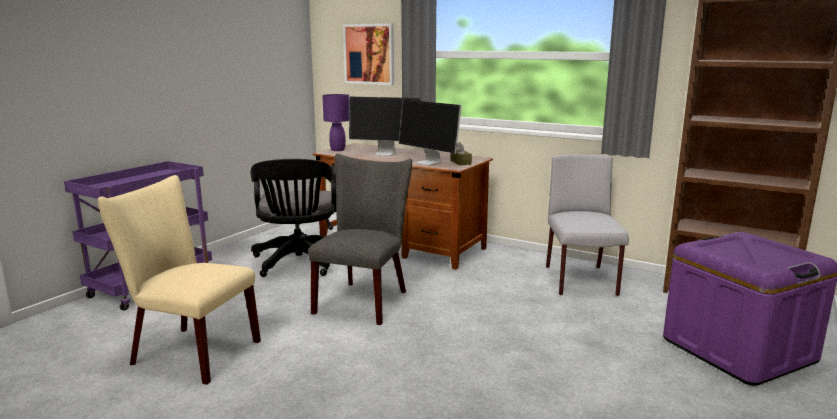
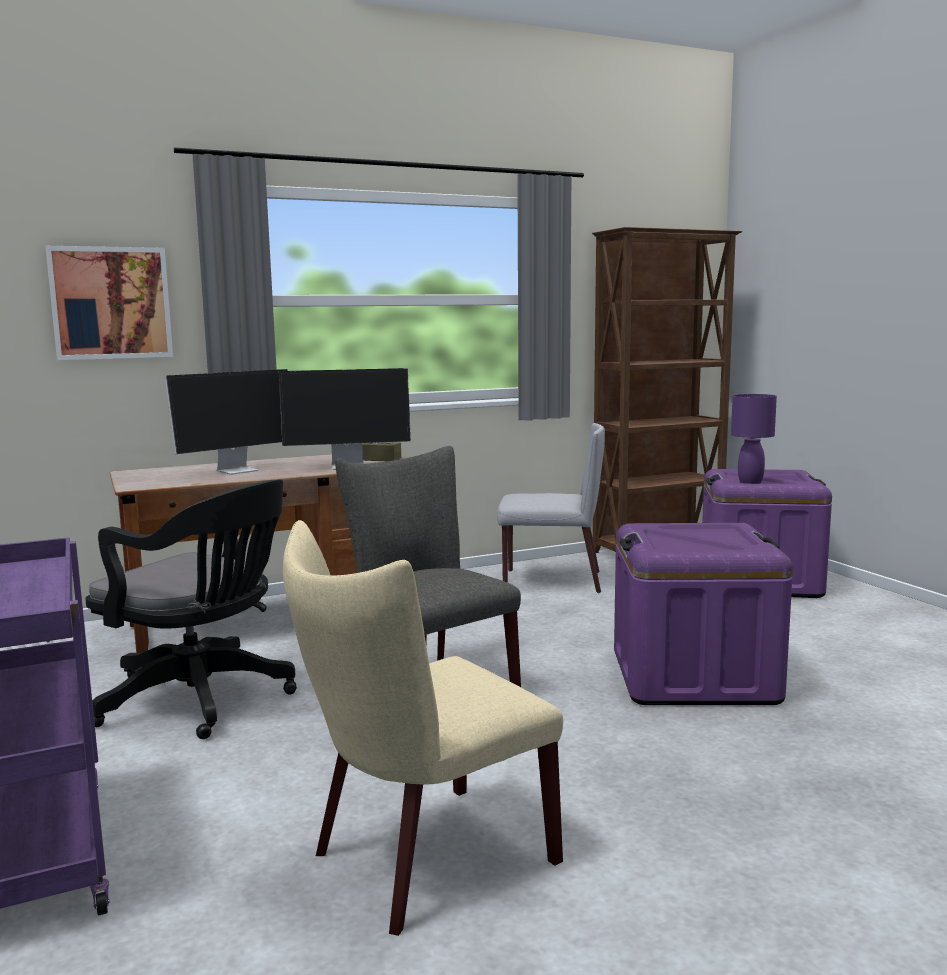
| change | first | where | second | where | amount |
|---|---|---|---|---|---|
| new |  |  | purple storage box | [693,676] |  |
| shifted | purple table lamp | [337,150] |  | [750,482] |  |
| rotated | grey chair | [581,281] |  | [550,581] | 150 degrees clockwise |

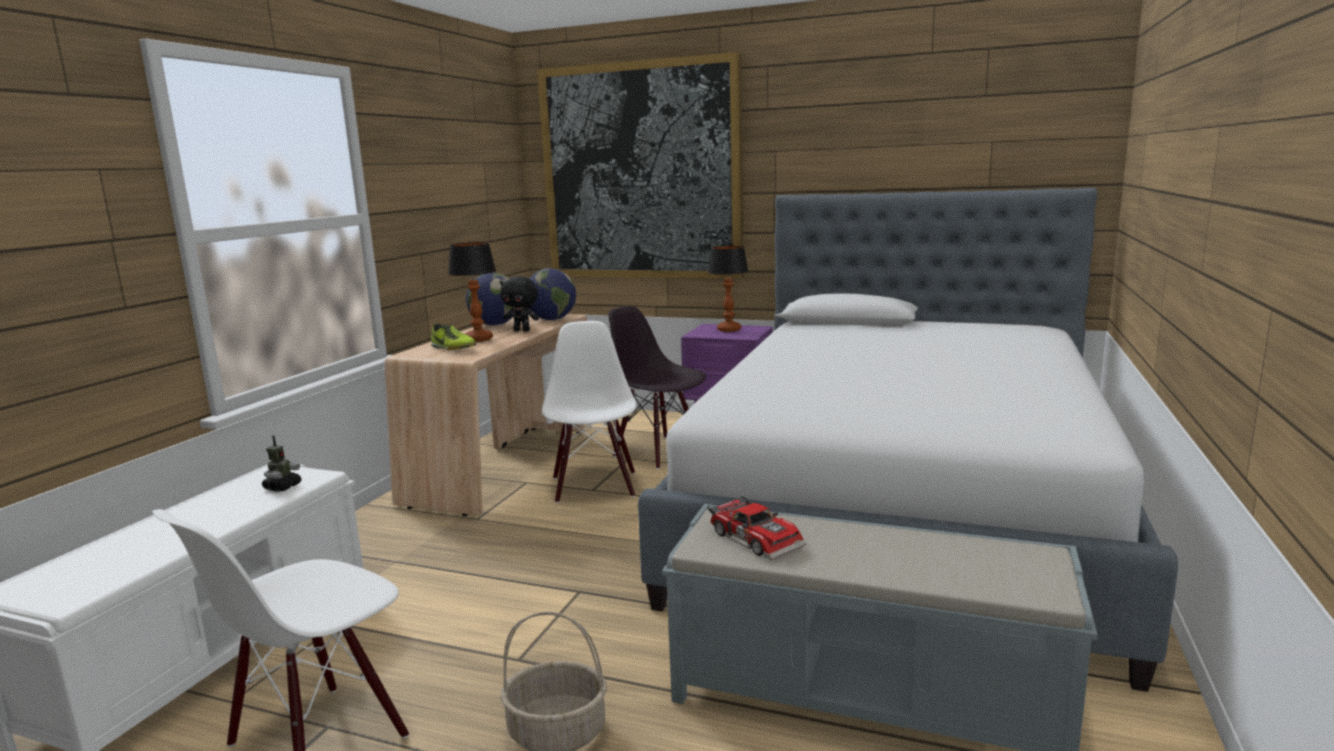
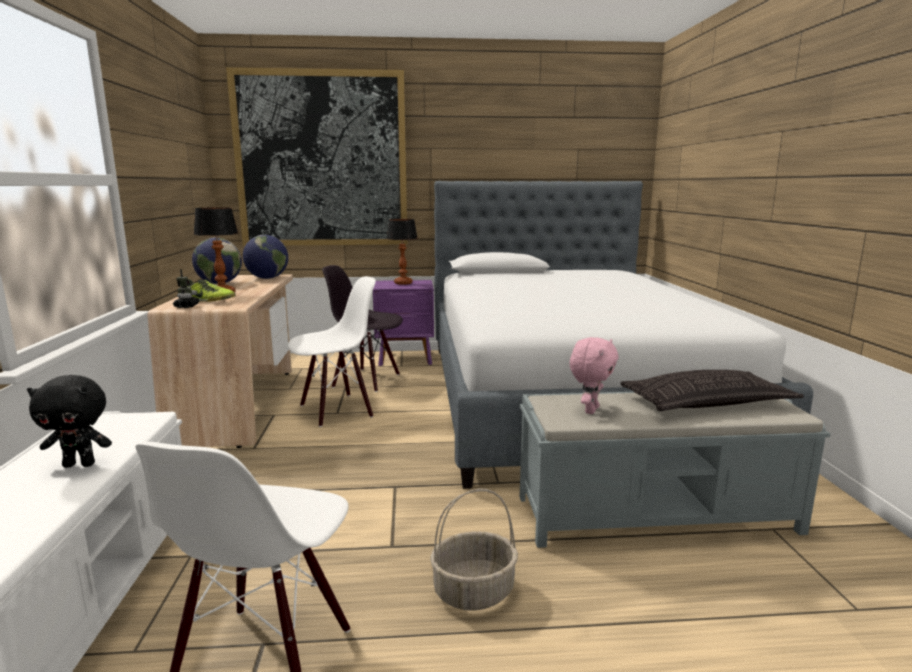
| change | first | where | second | where | amount |
|---|---|---|---|---|---|
| new |  |  | pillow | [707,402] |  |
| shifted | toy robot | [282,487] |  | [186,306] |  |
| shifted | black plush toy | [522,330] |  | [80,464] |  |
| swapped | toy car | [758,538] | pink plush toy | [590,410] |  |
| rotated | white chair | [594,486] |  | [336,410] | 90 degrees clockwise |

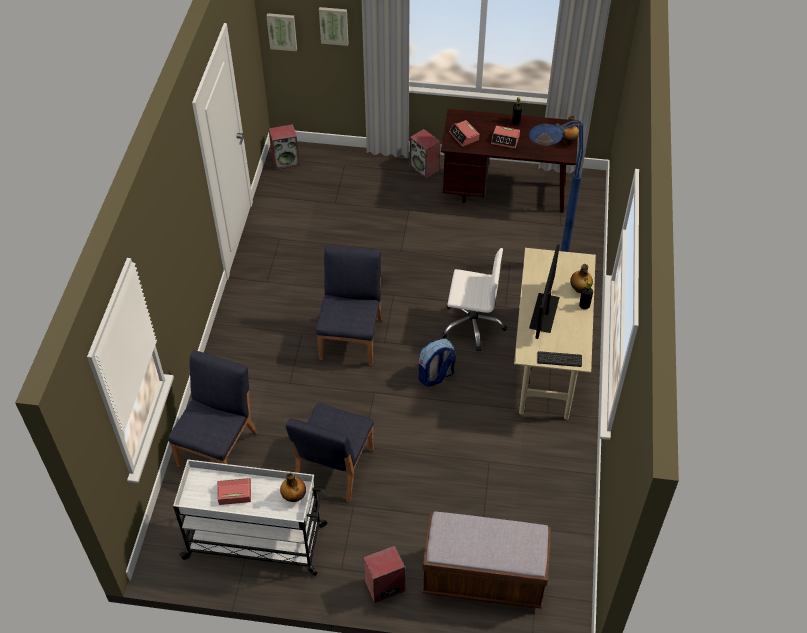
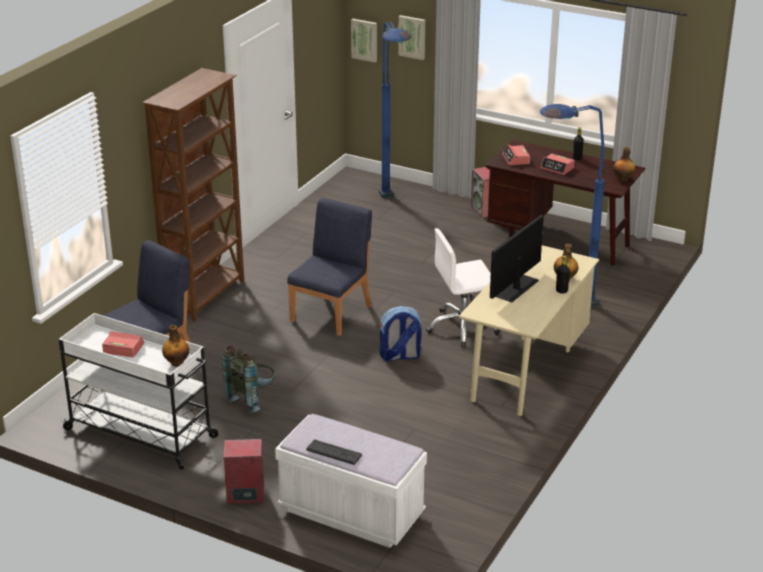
| change | first | where | second | where | amount |
|---|---|---|---|---|---|
| gone | speaker | [286,161] |  |  |  |
| new |  |  | brown bookcase | [206,296] |  |
| new |  |  | blue floor lamp | [392,207] |  |
| shifted | keyboard | [559,359] |  | [334,452] |  |
| swapped | blue chair | [334,467] | grey backpack | [252,398] |  |
| repainted | brown bench | [483,578] | white bench | [351,513] |  |
| rotated | white office chair | [472,324] |  | [462,327] | 135 degrees clockwise |

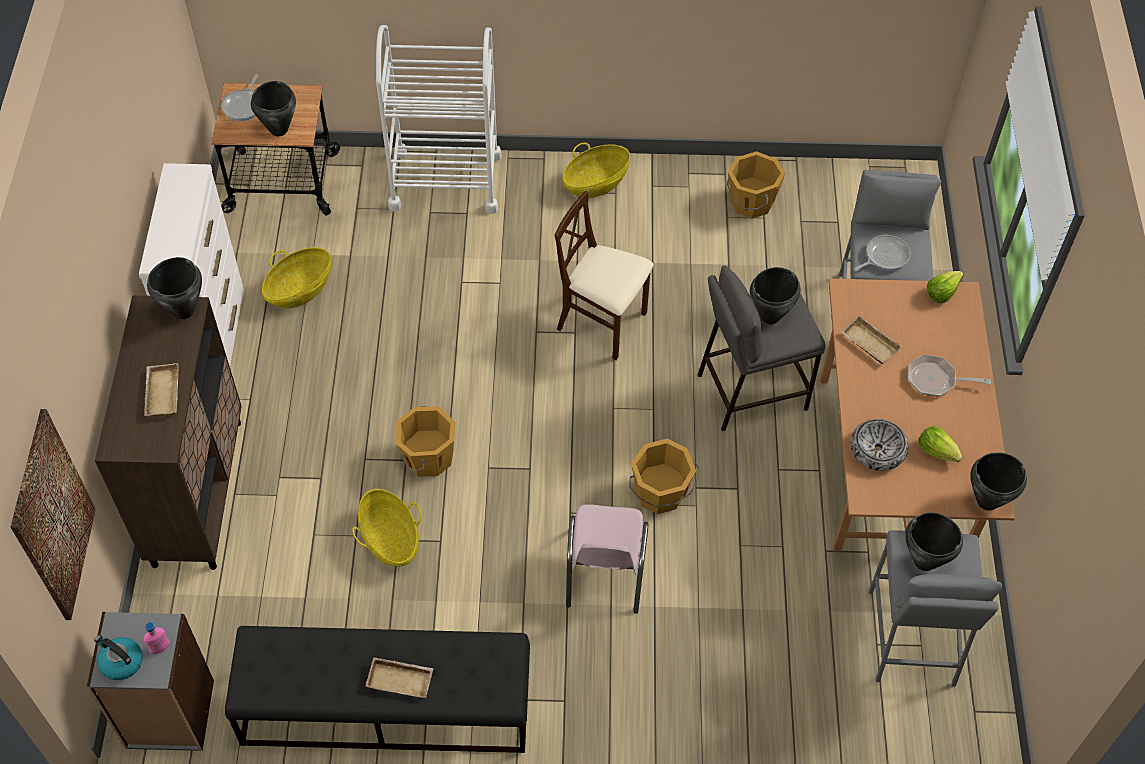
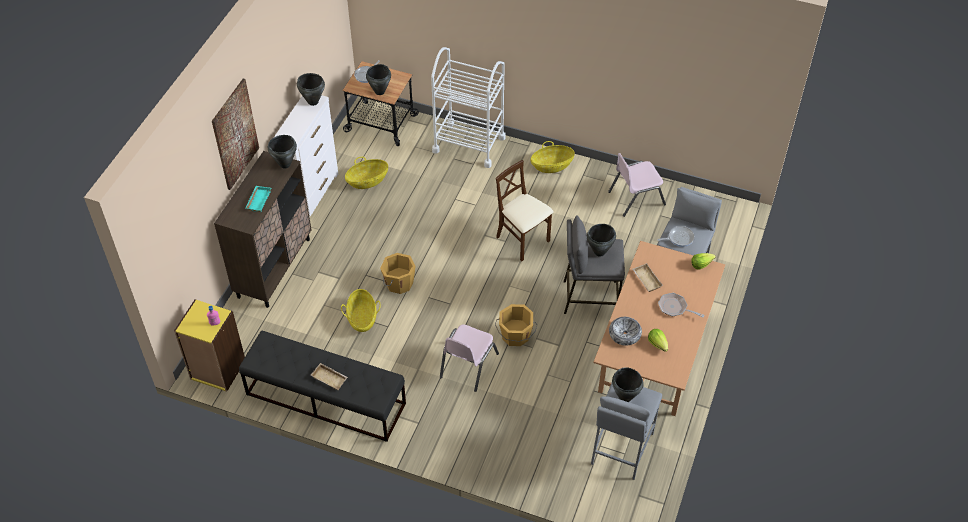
| change | first | where | second | where | amount |
|---|---|---|---|---|---|
| gone | kettle | [121,662] |  |  |  |
| shifted | picture | [52,517] |  | [234,134] |  |
| shifted | black cooking pot | [986,501] |  | [313,101] |  |
| swapped | orange bucket | [751,202] | pink chair | [636,198] |  |
| repainted | grey bookcase | [169,715] | yellow bookcase | [217,370] |  |
| repainted | beige tray | [161,393] | turquoise tray | [258,200] |  |

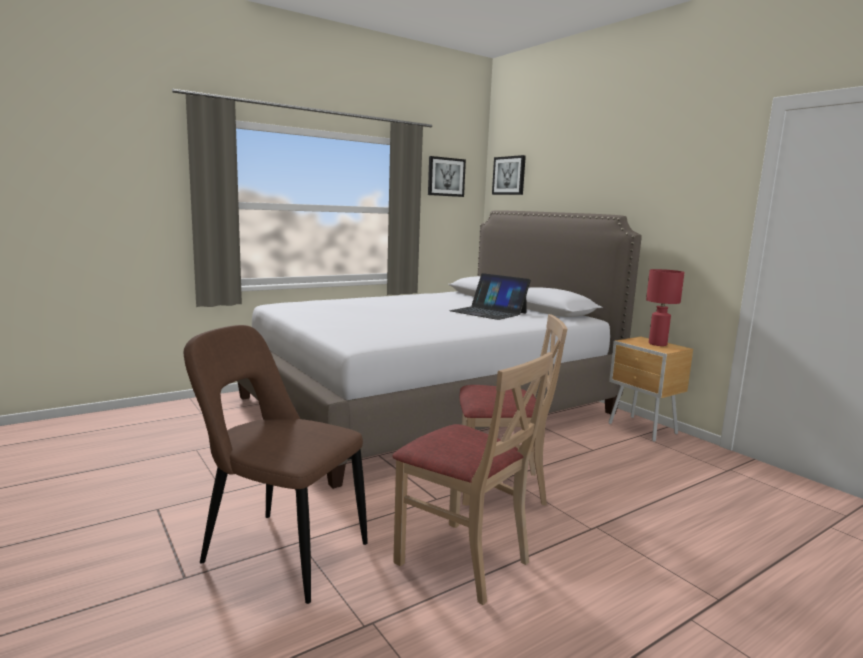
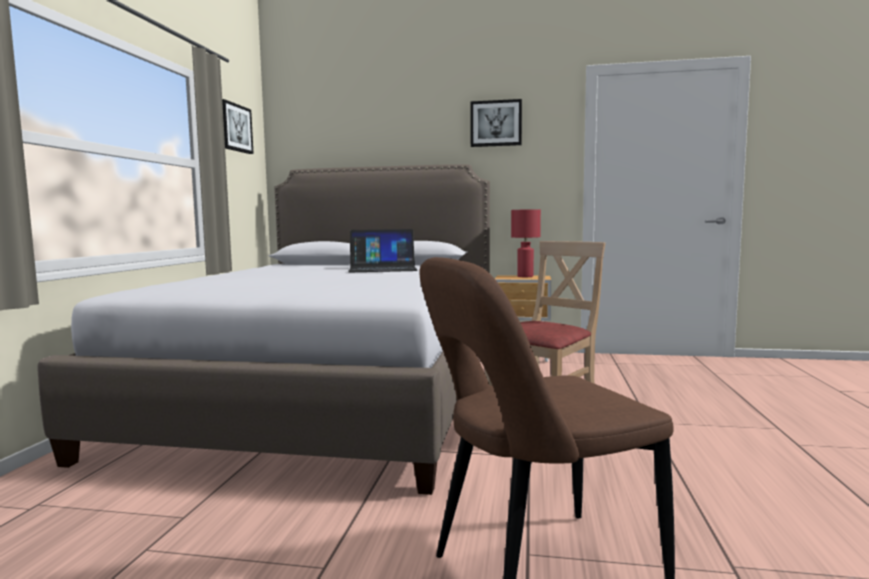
| change | first | where | second | where | amount |
|---|---|---|---|---|---|
| gone | beige chair | [463,560] |  |  |  |
| shifted | picture | [509,175] |  | [496,123] |  |

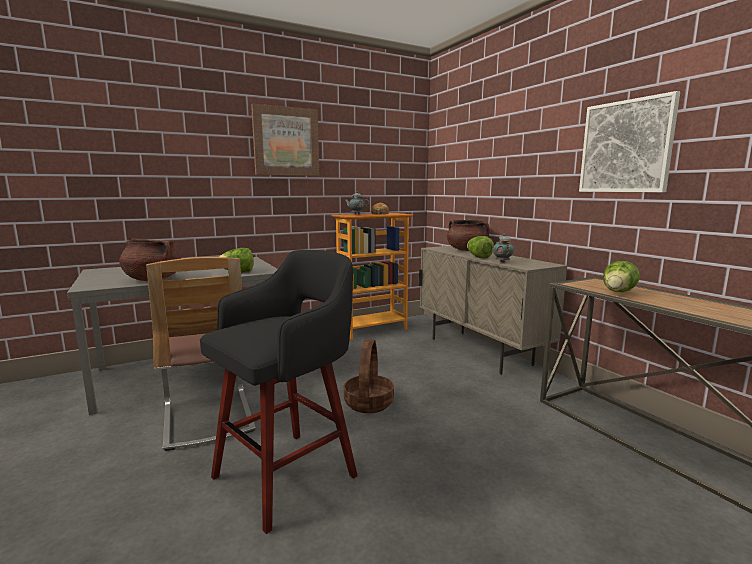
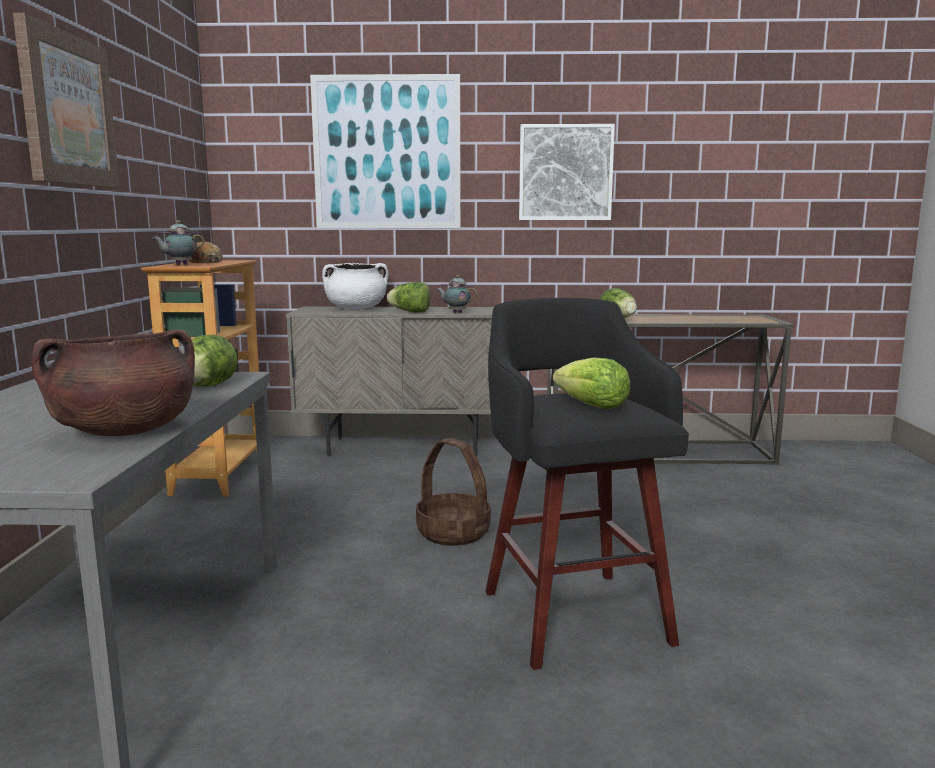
| change | first | where | second | where | amount |
|---|---|---|---|---|---|
| gone | chair | [208,417] |  |  |  |
| new |  |  | picture | [387,153] |  |
| new |  |  | lettuce | [592,406] |  |
| repainted | brown cooking pot | [467,250] | white cooking pot | [356,308] |  |

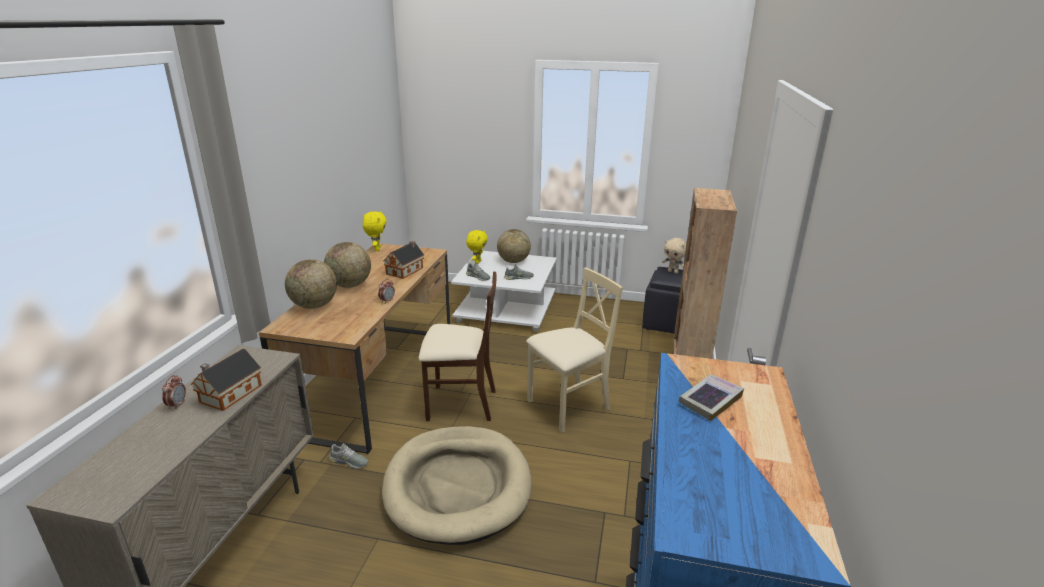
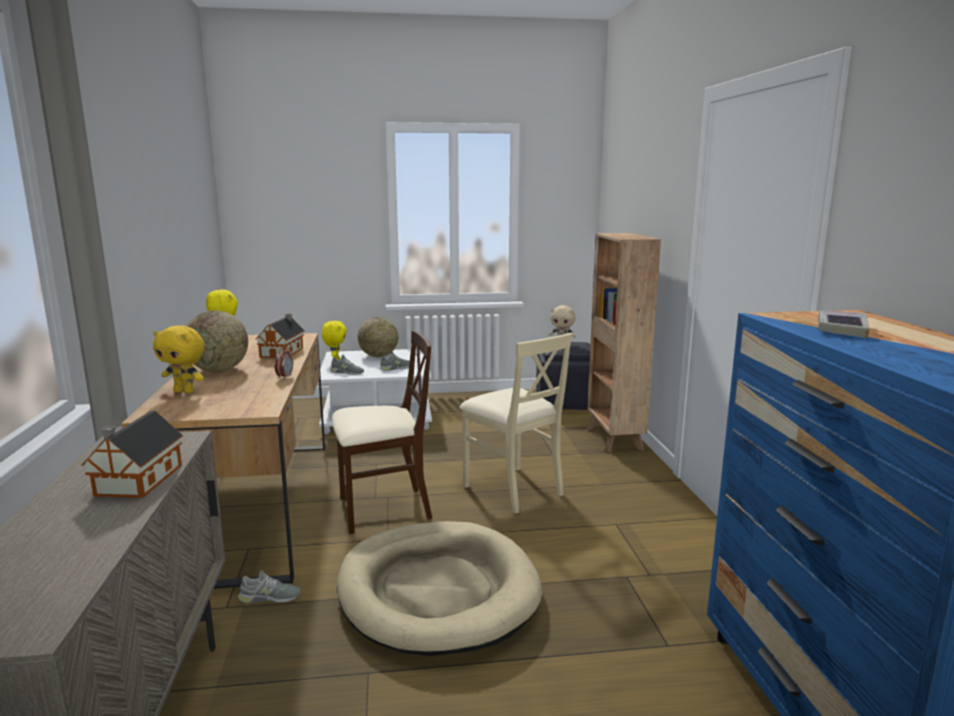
| change | first | where | second | where | amount |
|---|---|---|---|---|---|
| gone | alarm clock | [177,405] |  |  |  |
| swapped | globe | [314,306] | yellow plush toy | [185,391] |  |
| rotated | beige chair | [568,406] |  | [513,489] | 105 degrees clockwise |

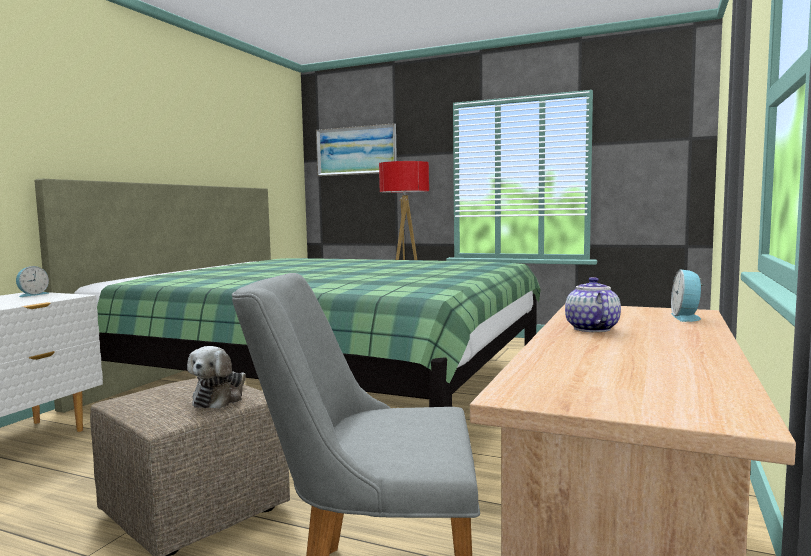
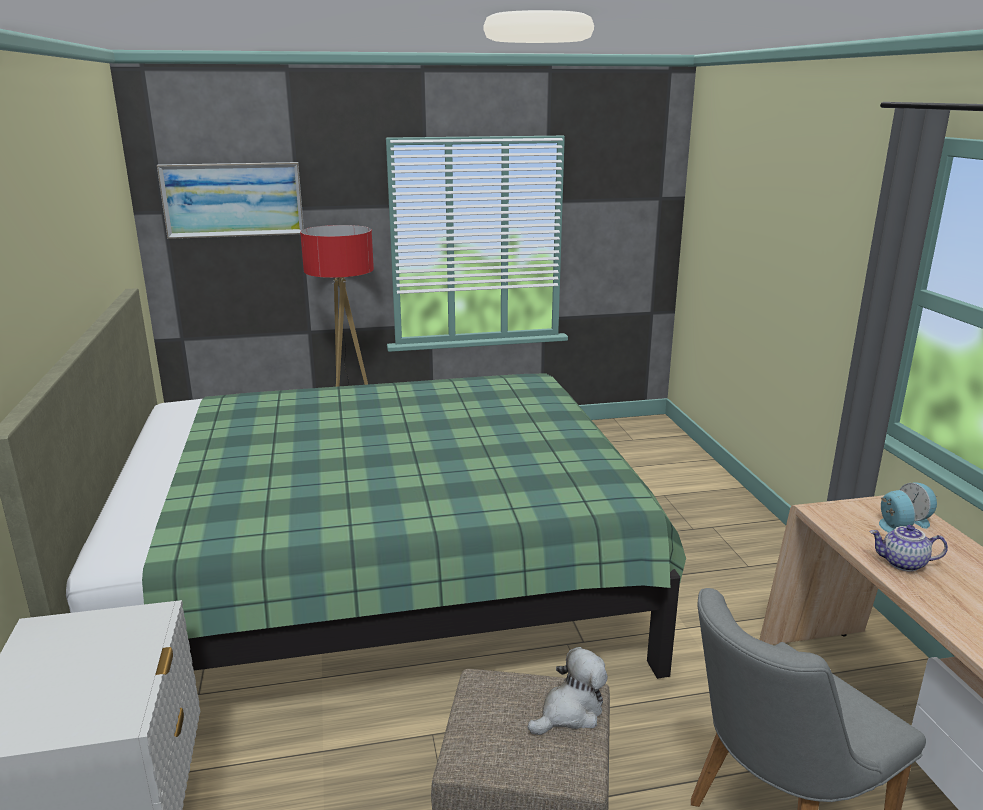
| change | first | where | second | where | amount |
|---|---|---|---|---|---|
| shifted | alarm clock | [32,294] |  | [891,528] |  |
| rotated | plush toy | [220,398] |  | [570,712] | 105 degrees counterclockwise |
| rotated | teapot | [590,329] |  | [903,564] | 45 degrees counterclockwise |

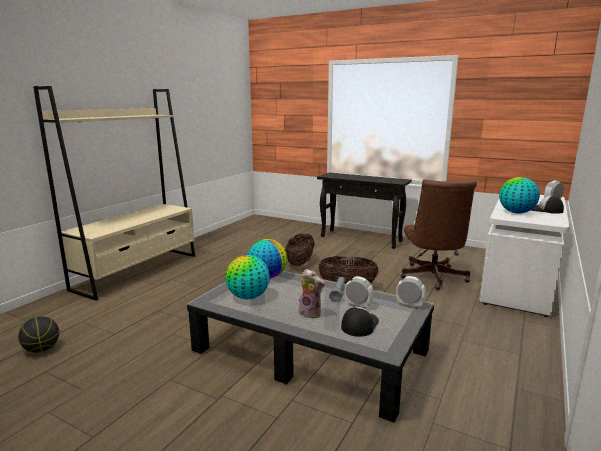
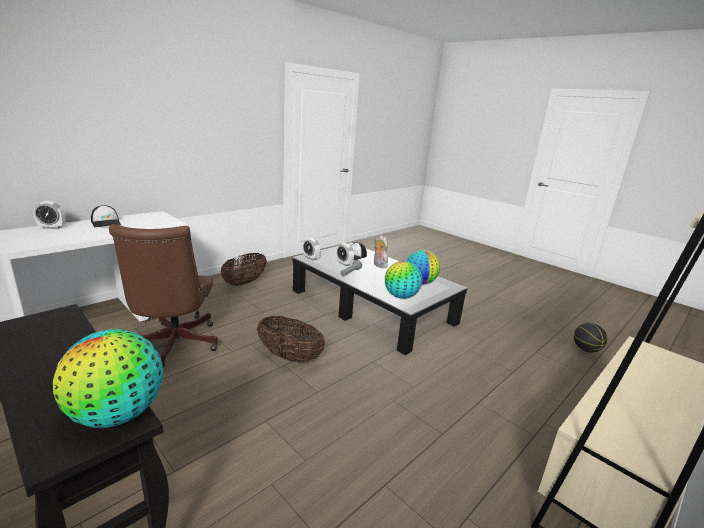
| change | first | where | second | where | amount |
|---|---|---|---|---|---|
| shifted | basket | [300,263] |  | [244,282] |  |
| shifted | globe | [516,212] |  | [118,414] |  |
| rotated | brown office chair | [433,278] |  | [173,346] | 150 degrees clockwise |

